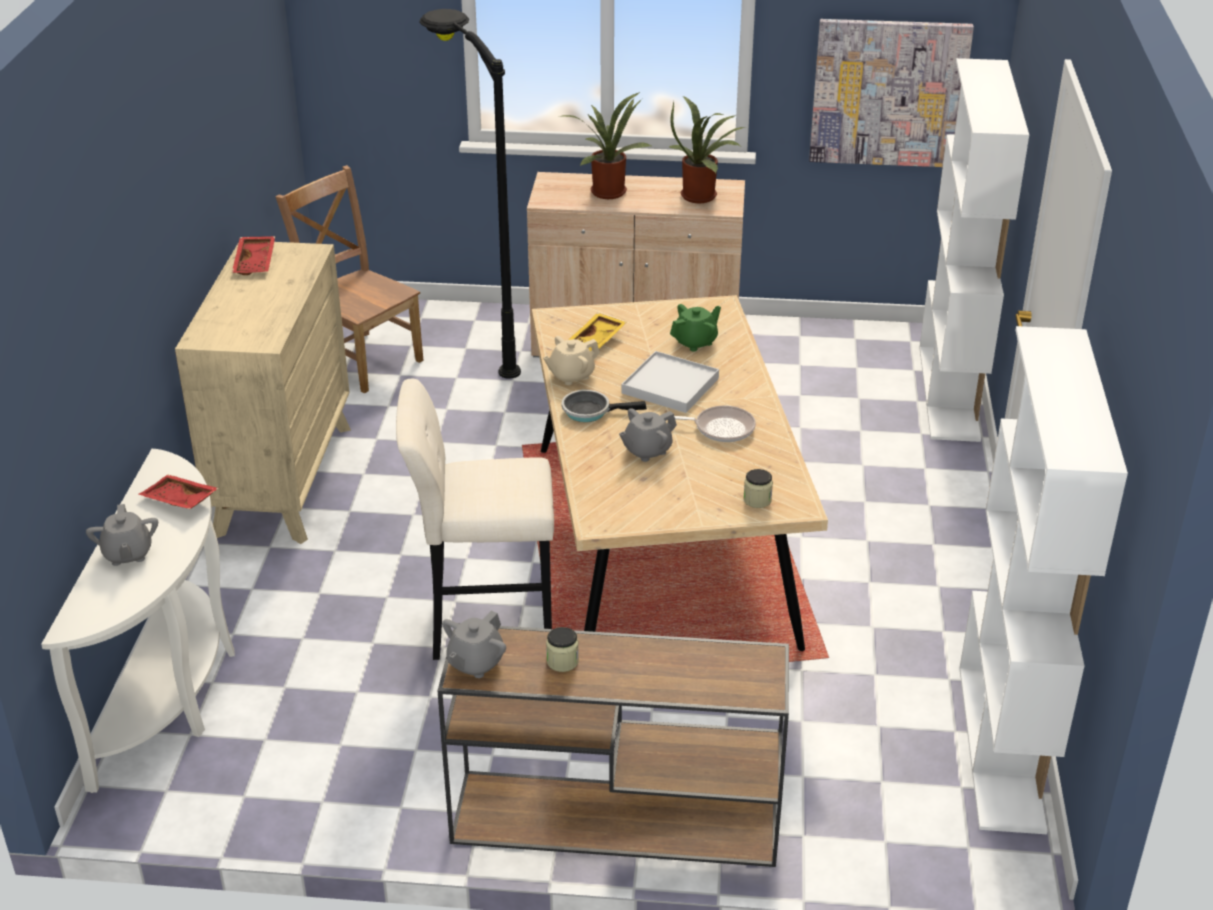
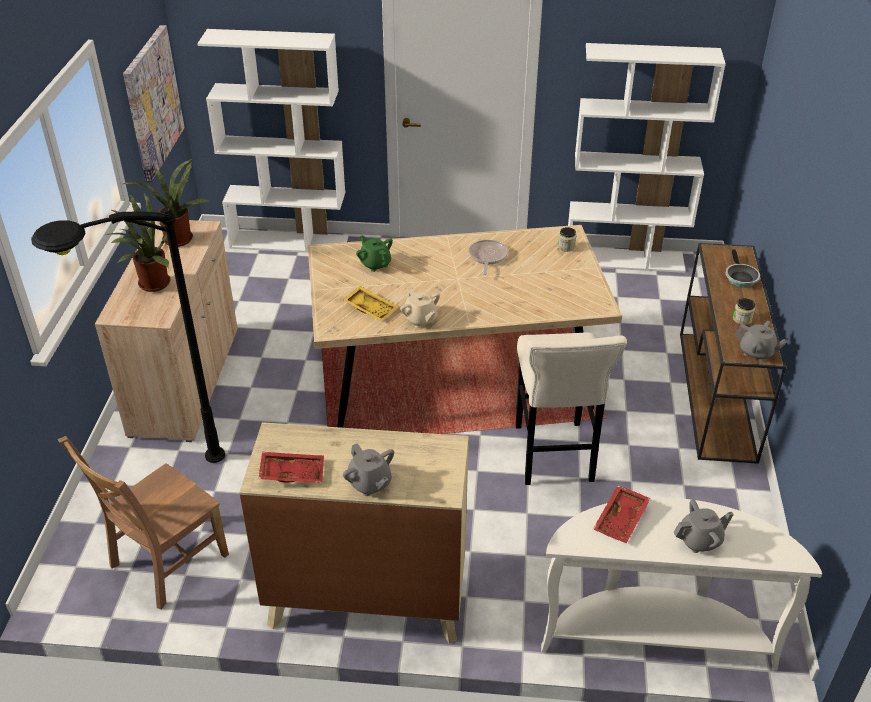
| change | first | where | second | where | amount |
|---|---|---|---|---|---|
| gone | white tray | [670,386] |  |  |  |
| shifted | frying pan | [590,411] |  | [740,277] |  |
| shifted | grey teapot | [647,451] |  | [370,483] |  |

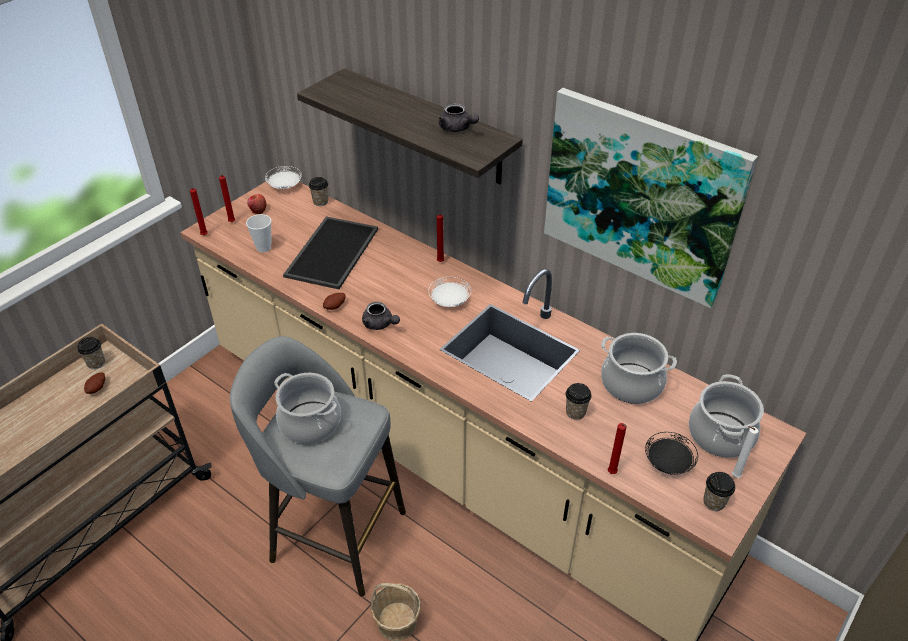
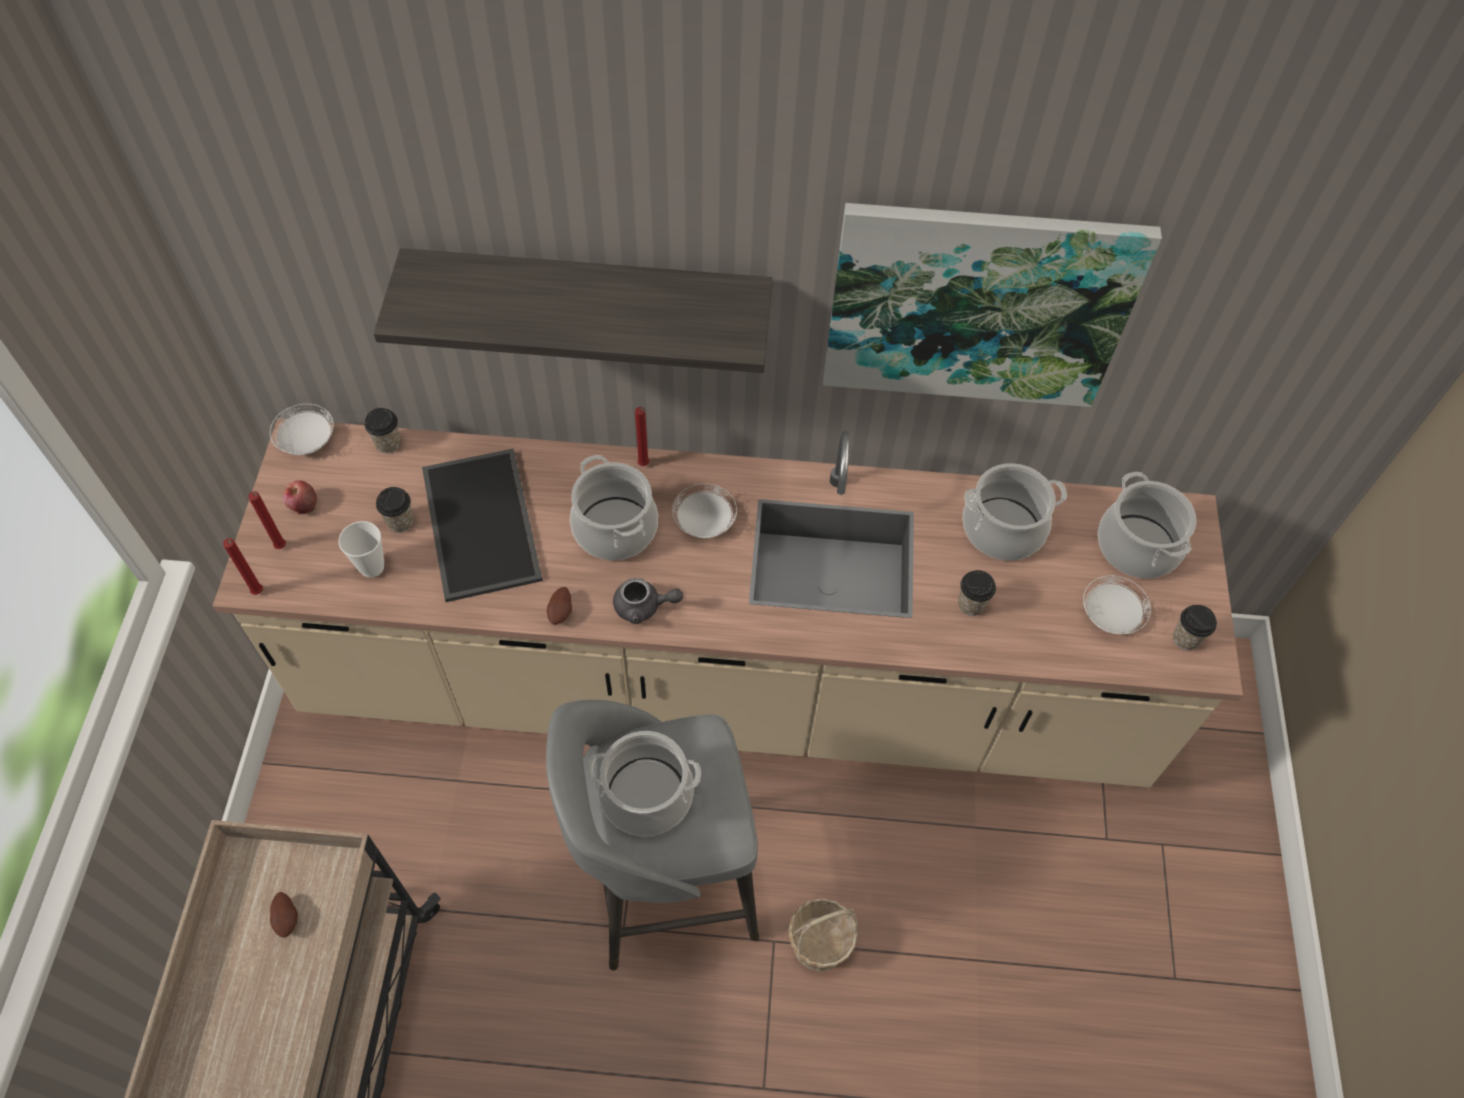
| change | first | where | second | where | amount |
|---|---|---|---|---|---|
| gone | grey teapot | [457,128] |  |  |  |
| gone | red candle | [612,474] |  |  |  |
| gone | white candle | [734,476] |  |  |  |
| new |  |  | cooking pot | [615,528] |  |
| shifted | cup | [96,363] |  | [400,522] |  |
| repainted | black plate | [668,463] | white plate | [1110,615] |  |

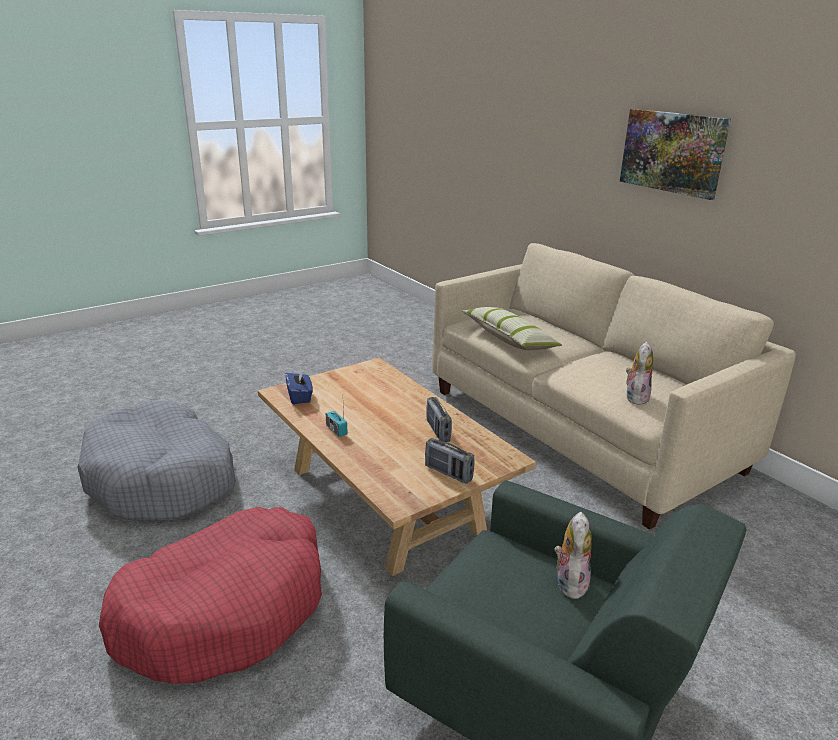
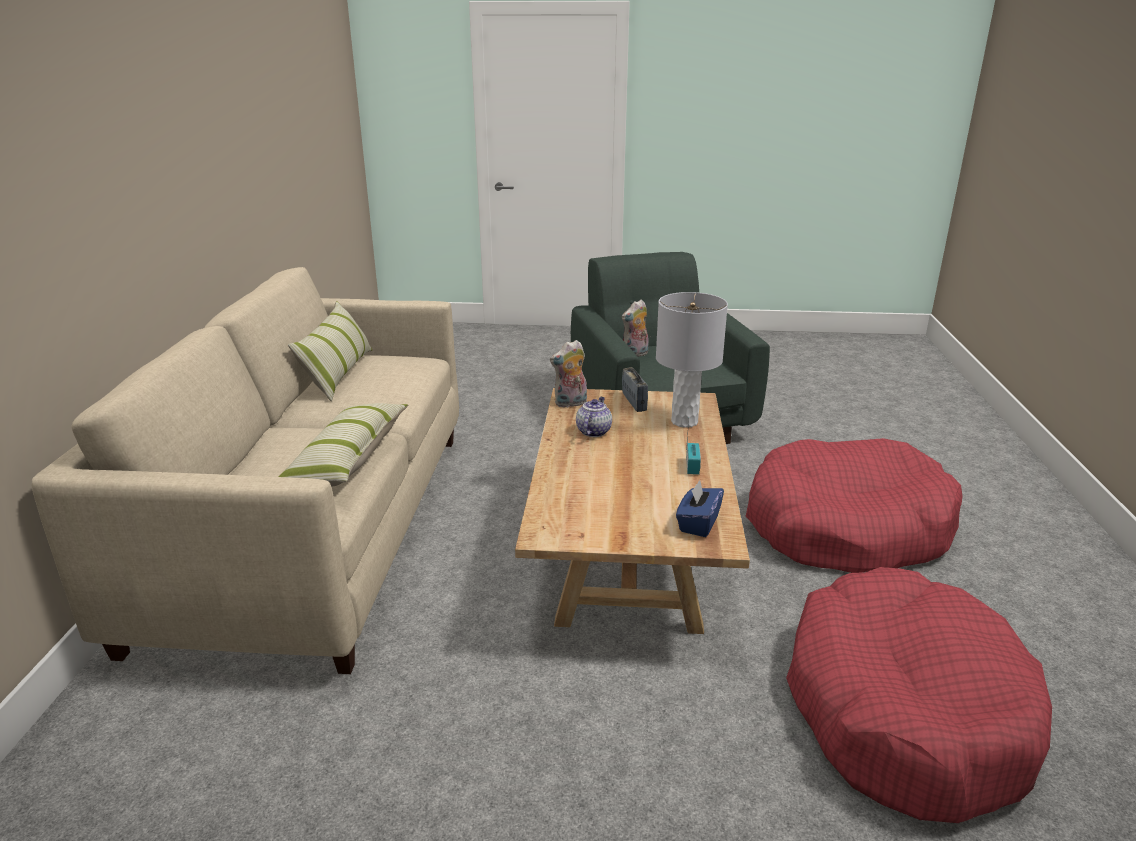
| change | first | where | second | where | amount |
|---|---|---|---|---|---|
| gone | picture | [672,152] |  |  |  |
| new |  |  | pillow | [338,374] |  |
| new |  |  | grey table lamp | [684,421] |  |
| shifted | plush toy | [635,397] |  | [570,404] |  |
| swapped | radio | [438,431] | teapot | [593,431] |  |
| repainted | grey dog bed | [162,479] | red dog bed | [903,710] |  |

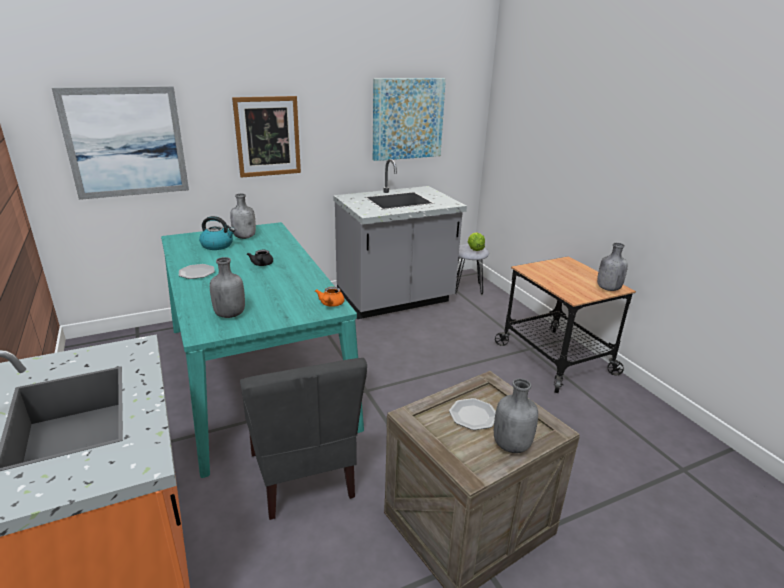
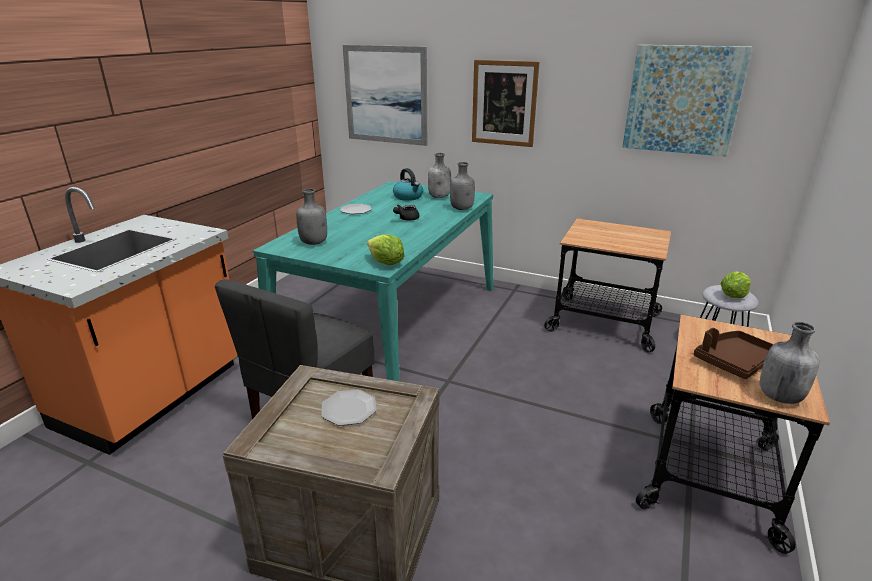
| change | first | where | second | where | amount |
|---|---|---|---|---|---|
| new |  |  | brown tray | [733,361] |  |
| shifted | grey bottle | [511,444] |  | [462,208] |  |
| swapped | orange teapot | [330,304] | lettuce | [386,263] |  |
| swapped | grey counter | [395,300] | cart | [603,322] |  |

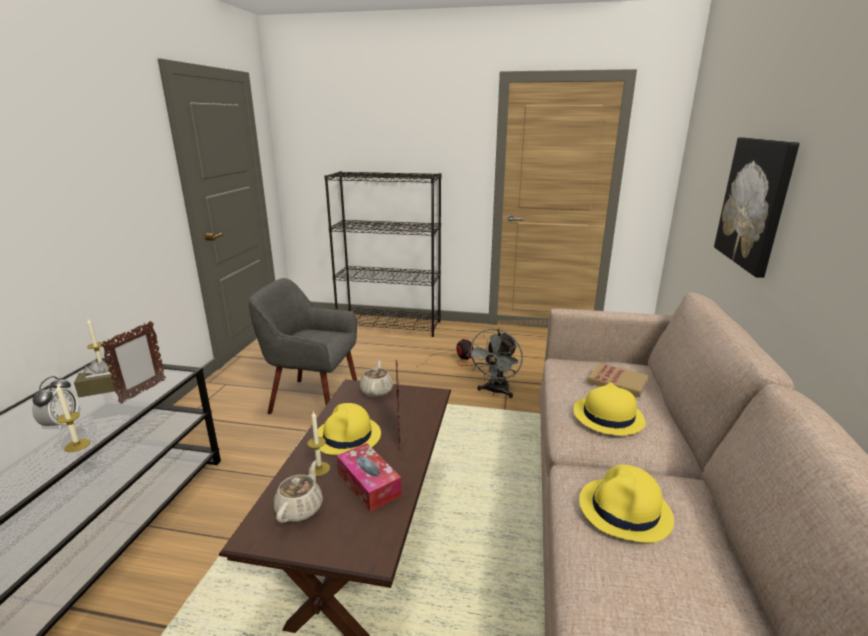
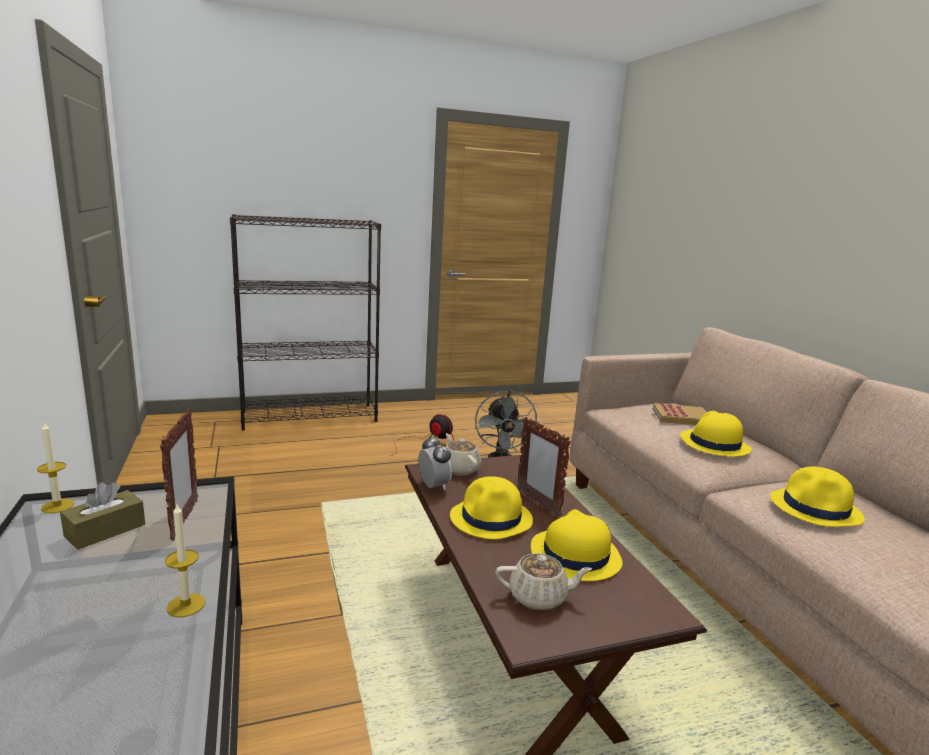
| change | first | where | second | where | amount |
|---|---|---|---|---|---|
| gone | grey armchair | [313,399] |  |  |  |
| gone | candle | [319,469] |  |  |  |
| gone | picture | [755,203] |  |  |  |
| shifted | alarm clock | [62,424] |  | [433,486] |  |
| swapped | tissue box | [369,484] | yellow hat | [574,555] |  |
| rotated | beige teapot | [300,508] |  | [539,597] | 105 degrees clockwise |

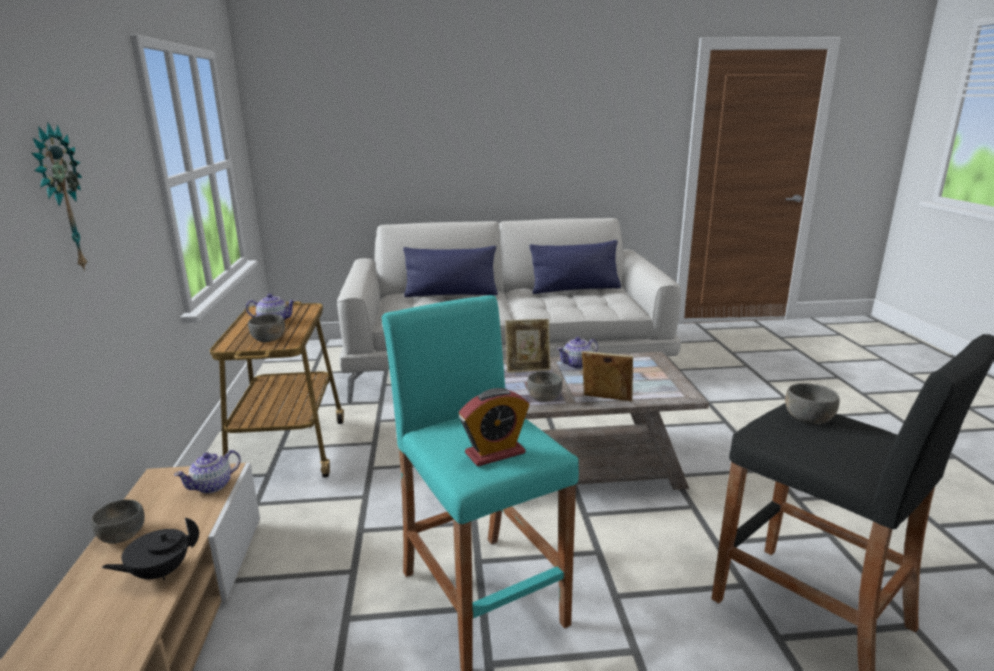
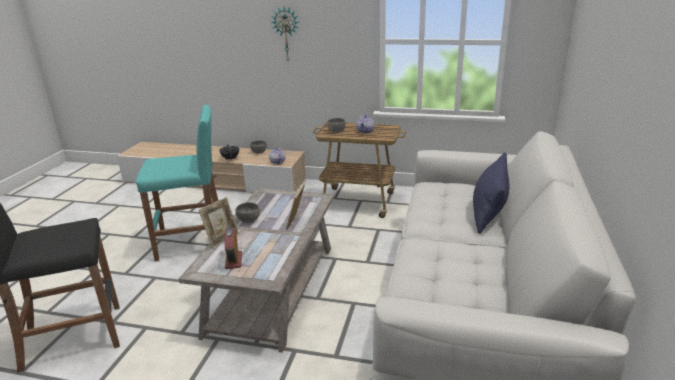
| change | first | where | second | where | amount |
|---|---|---|---|---|---|
| gone | blue pillow | [575,289] |  |  |  |
| gone | teapot | [577,364] |  |  |  |
| gone | grey bowl | [807,418] |  |  |  |
| shifted | alarm clock | [495,453] |  | [233,260] |  |

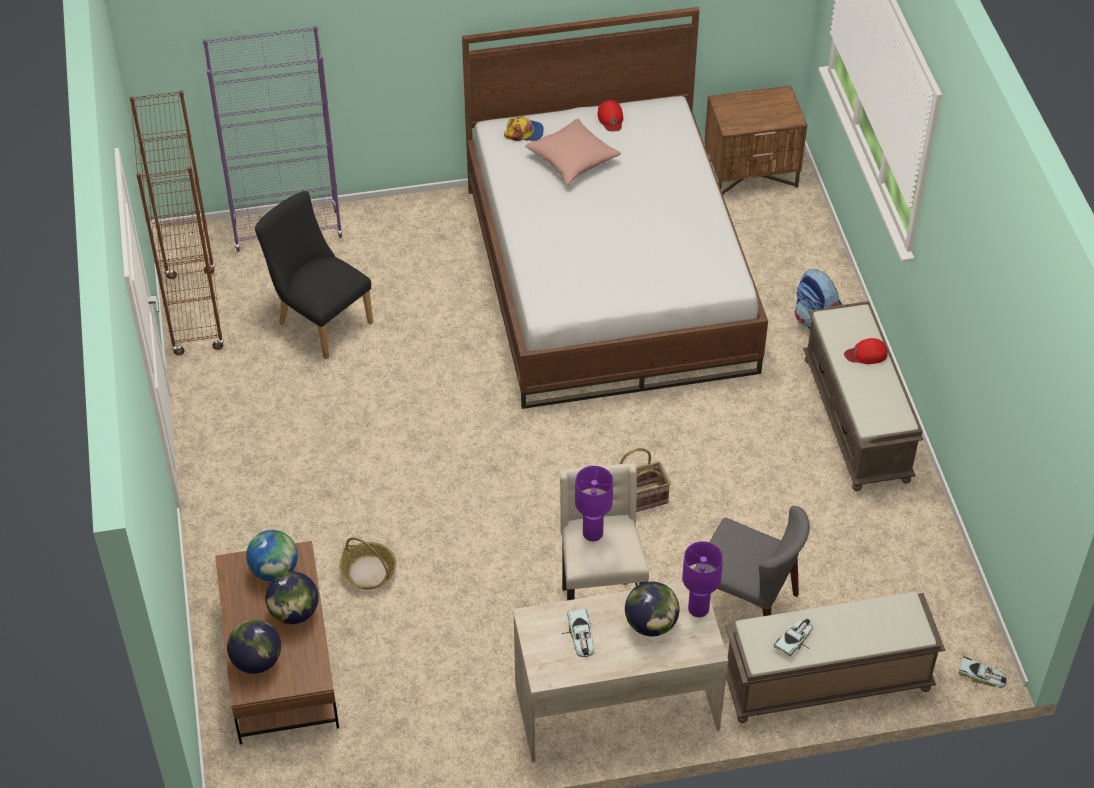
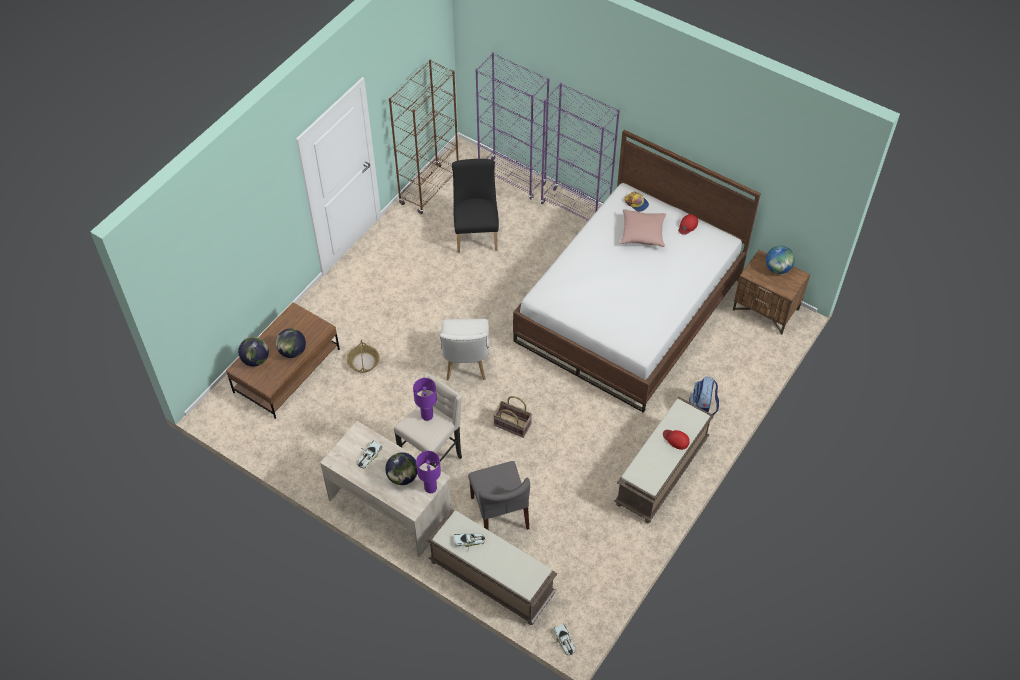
| change | first | where | second | where | amount |
|---|---|---|---|---|---|
| new |  |  | white chair | [465,365] |  |
| new |  |  | purple bookcase | [575,209] |  |
| shifted | globe | [274,570] |  | [777,268] |  |

